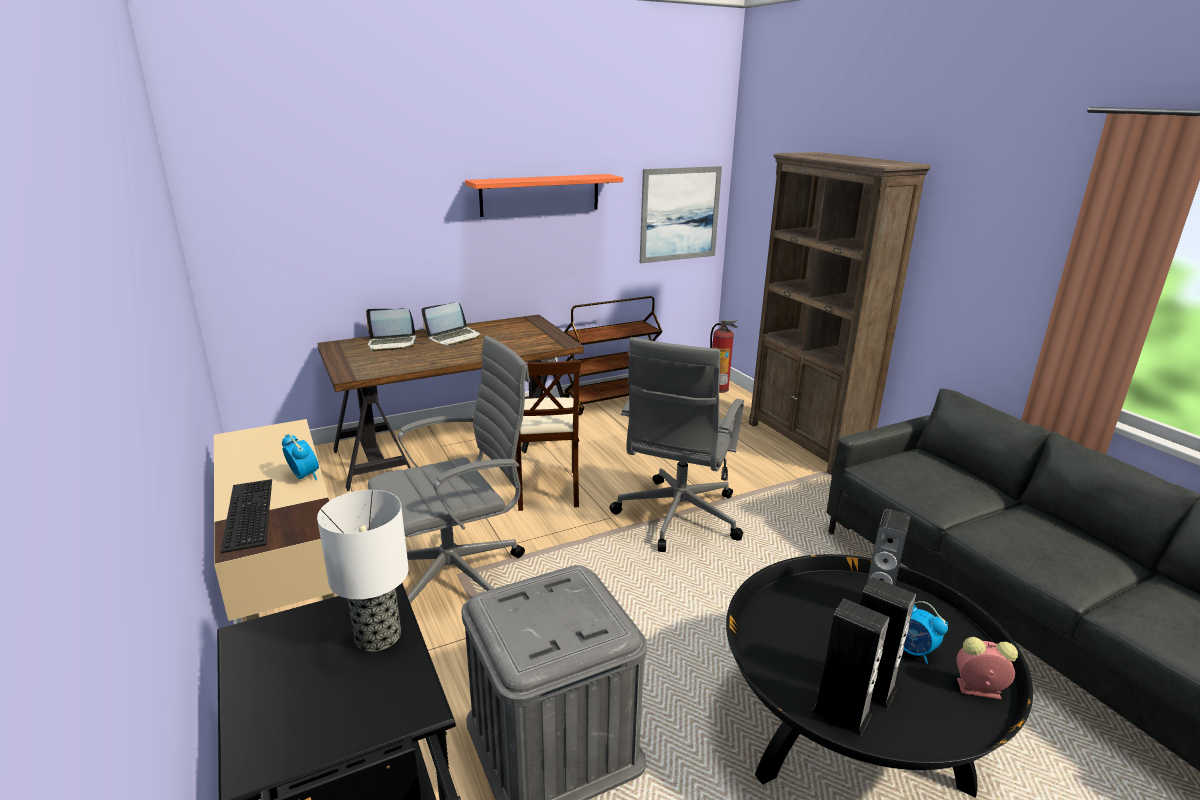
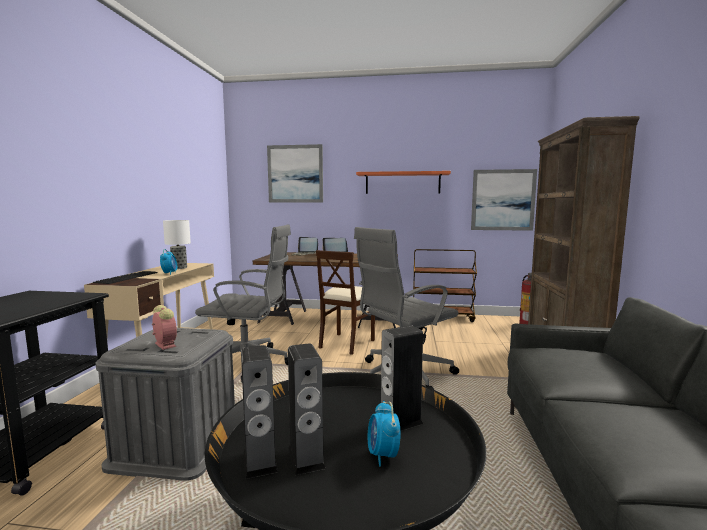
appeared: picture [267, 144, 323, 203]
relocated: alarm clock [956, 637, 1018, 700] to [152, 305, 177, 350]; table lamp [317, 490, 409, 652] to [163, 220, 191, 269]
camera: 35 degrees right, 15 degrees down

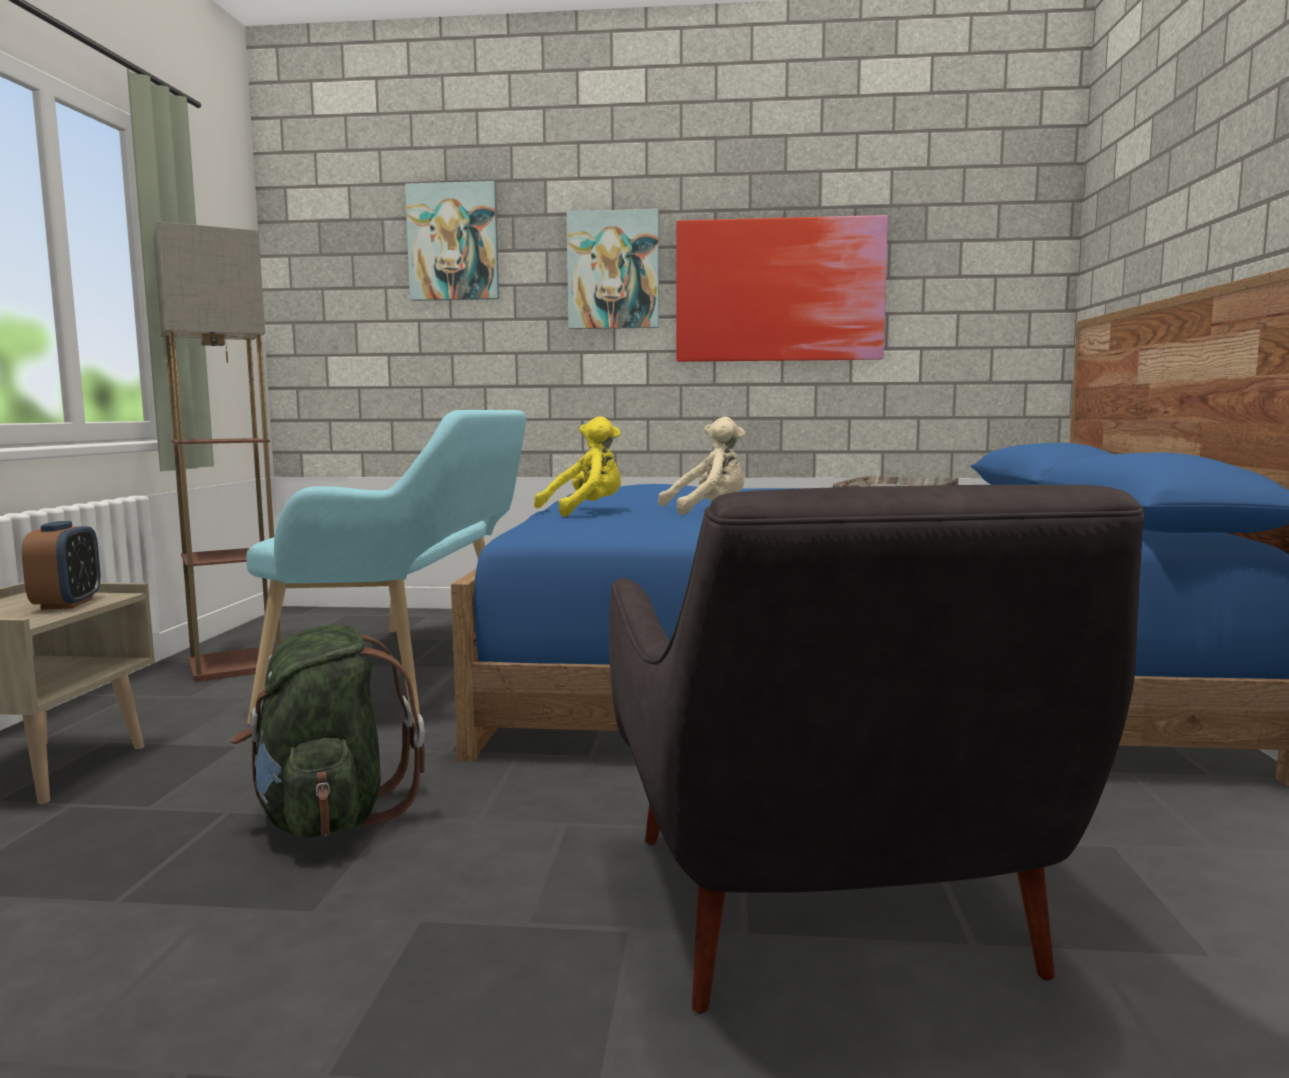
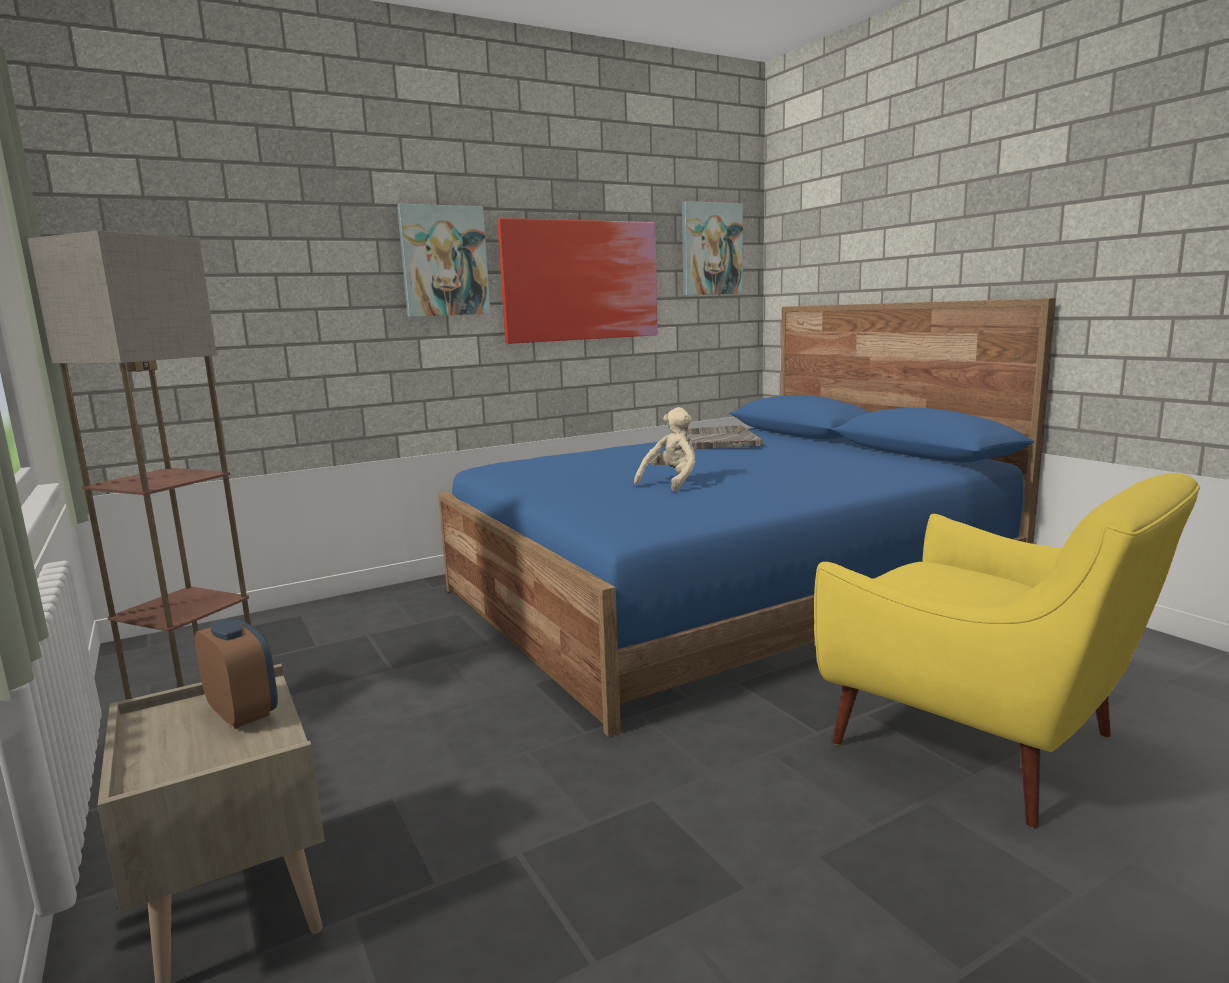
missing: green backpack [230, 625, 425, 838]; turquoise bench [246, 410, 526, 725]; yellow plush toy [534, 416, 621, 517]
relocated: picture [405, 181, 499, 301] to [682, 201, 743, 295]
colour: grey armchair [609, 485, 1144, 1014] to yellow armchair [814, 473, 1200, 828]
camera: 35 degrees left, 5 degrees up

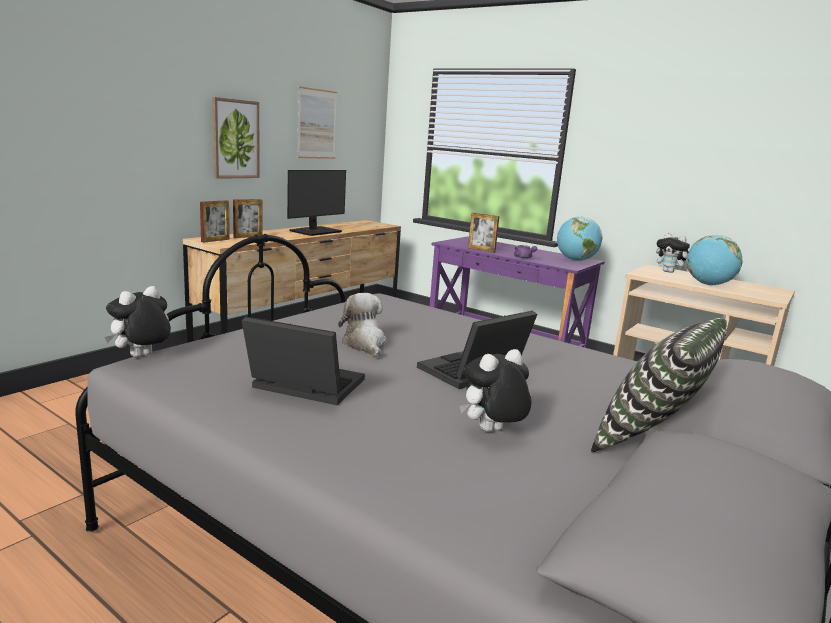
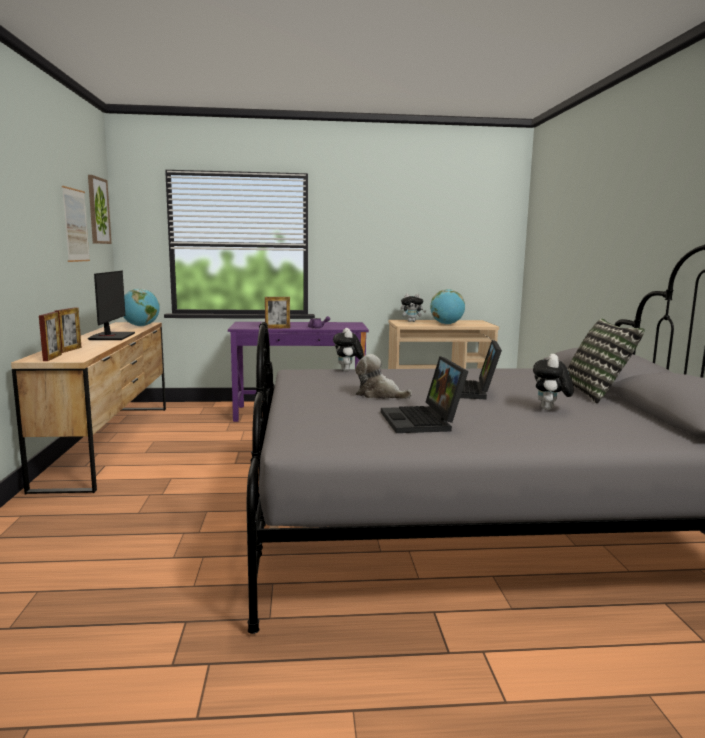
relocated: picture [212, 97, 259, 179] to [88, 175, 112, 244]; globe [557, 217, 603, 261] to [123, 289, 160, 327]; plush toy [105, 286, 171, 357] to [333, 328, 364, 371]
spun: laptop [242, 317, 365, 405] = [381, 356, 468, 433] 75 degrees counterclockwise
camera: 40 degrees left, 5 degrees down

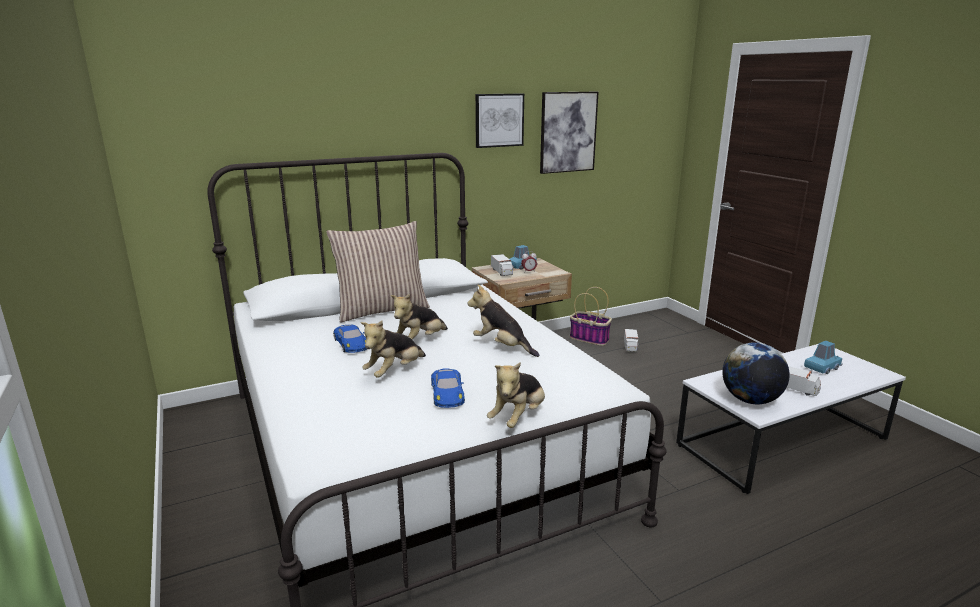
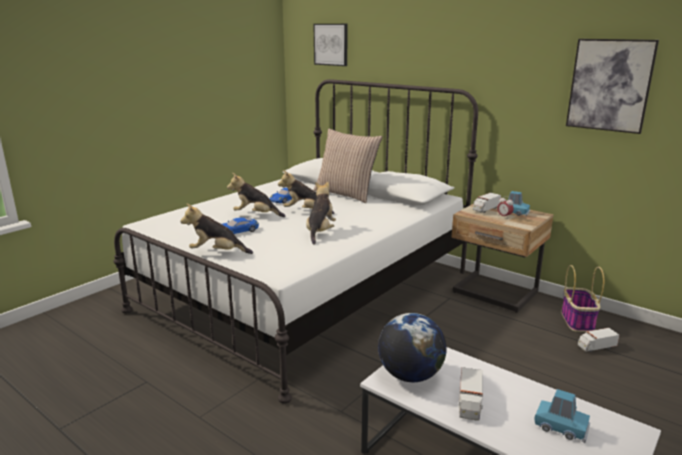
relocated: picture [475, 94, 524, 148] to [314, 24, 347, 66]
camera: 65 degrees right, 0 degrees up

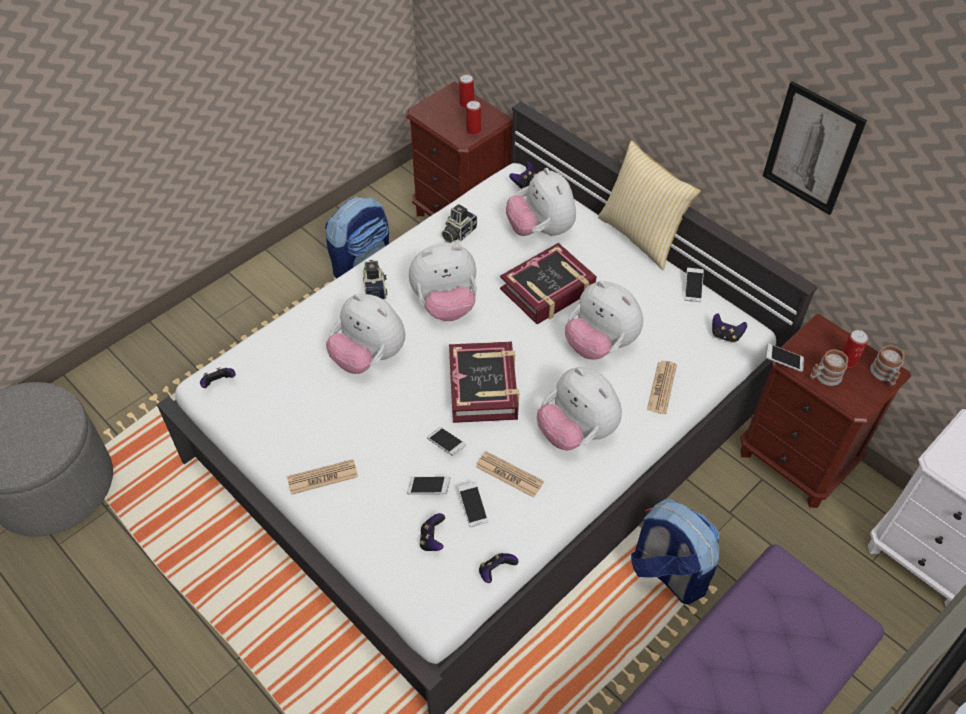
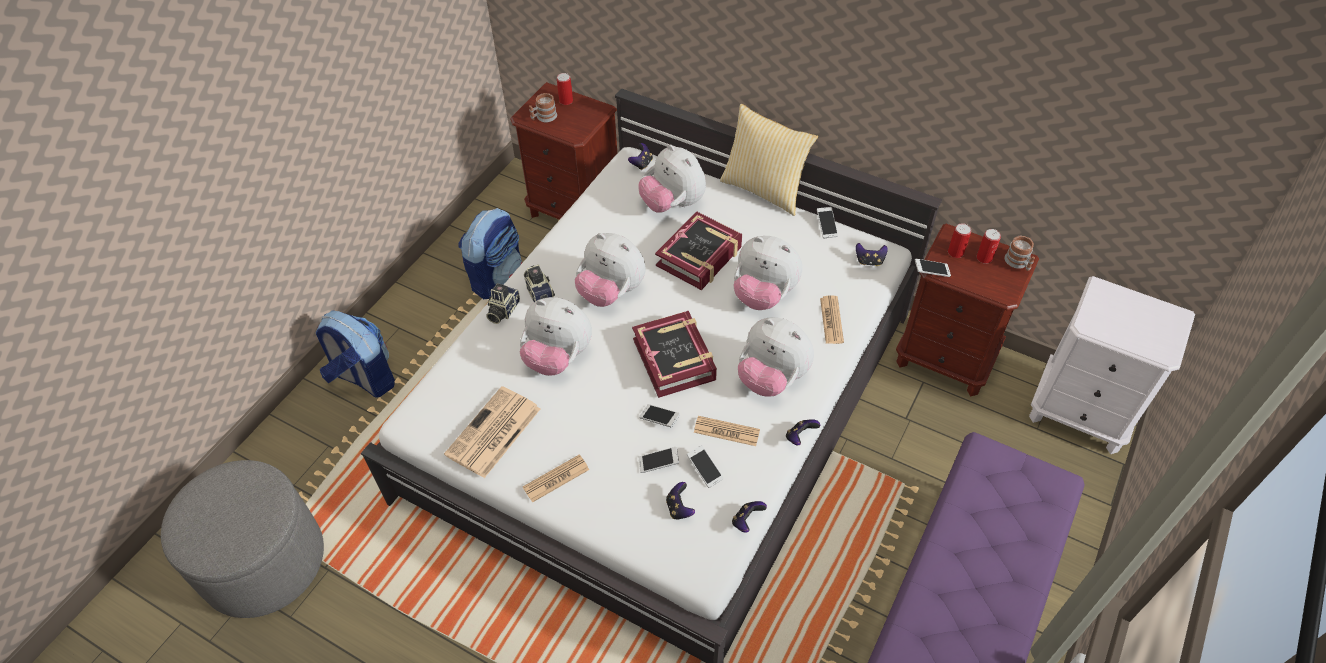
missing: picture [763, 81, 867, 215]
appeared: newspaper [444, 386, 540, 478]
relocated: backpack [631, 499, 719, 605] to [316, 310, 395, 398]; photo camera [441, 204, 477, 243] to [486, 283, 520, 324]; mug [810, 349, 848, 386] to [529, 93, 557, 122]; game controller [200, 367, 236, 388] to [786, 419, 820, 445]; can [466, 101, 481, 135] to [948, 223, 971, 258]
spun: plush toy [409, 243, 477, 321] = [575, 233, 646, 307] 60 degrees clockwise
camera: 15 degrees left, 0 degrees up

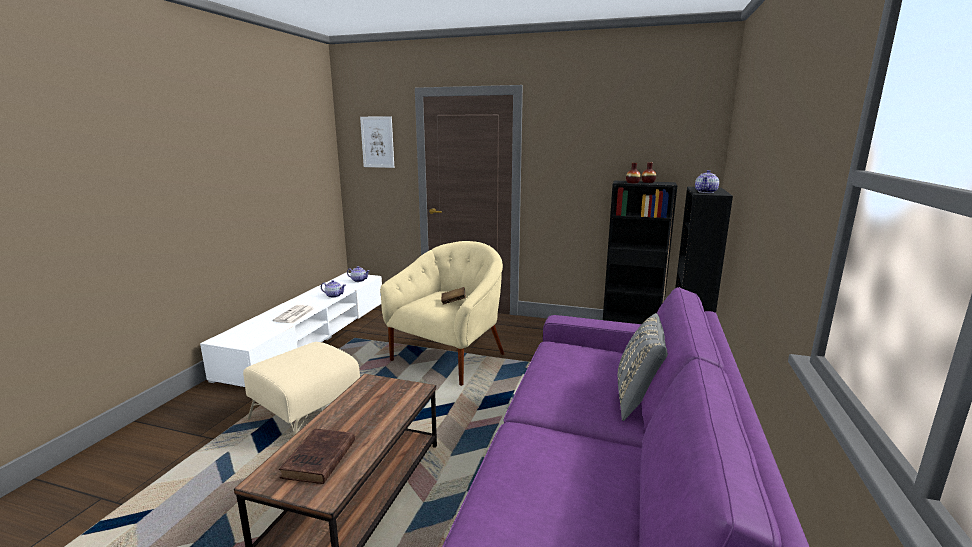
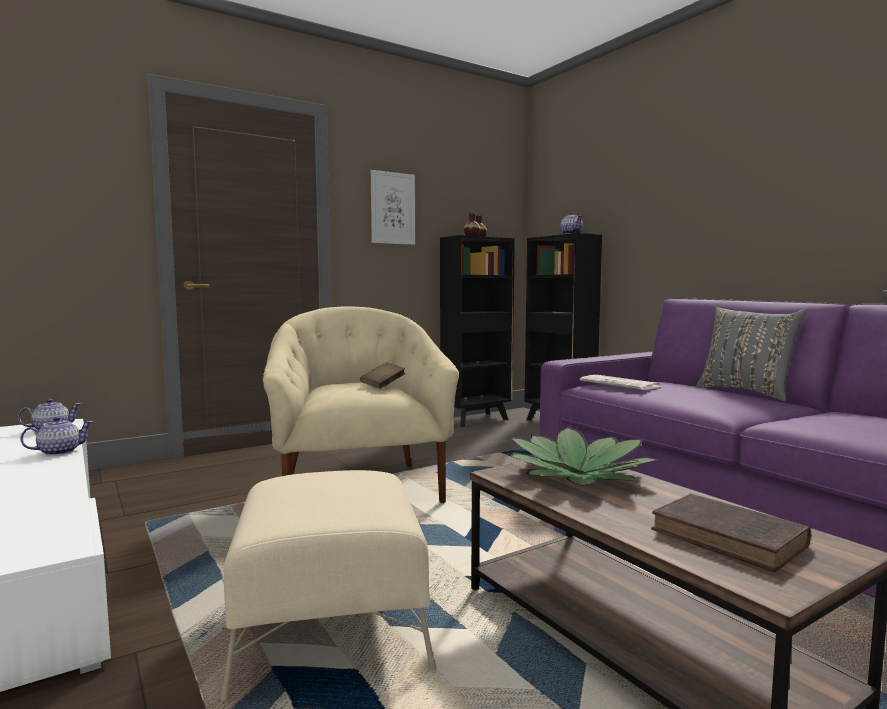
appeared: potted plant [508, 426, 659, 486]
relocated: picture [360, 116, 394, 168] to [371, 170, 415, 245]; newspaper [273, 305, 315, 323] to [580, 375, 661, 390]
camera: 50 degrees left, 10 degrees down

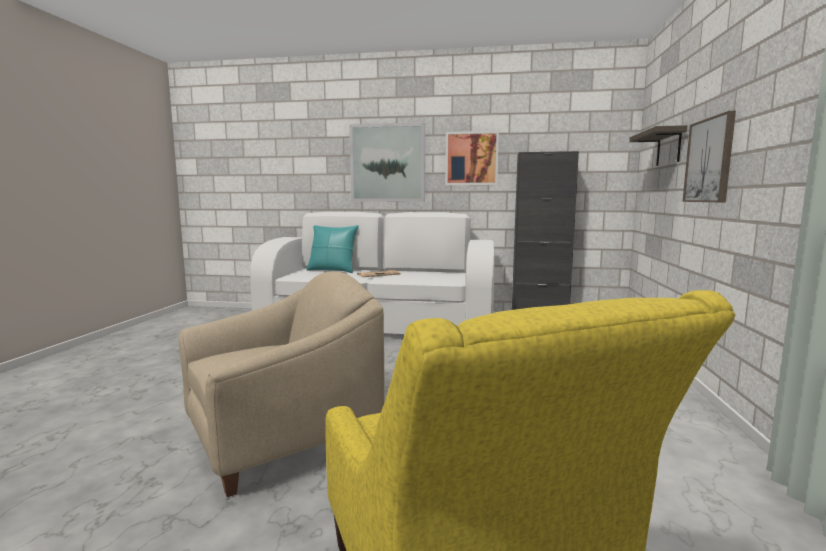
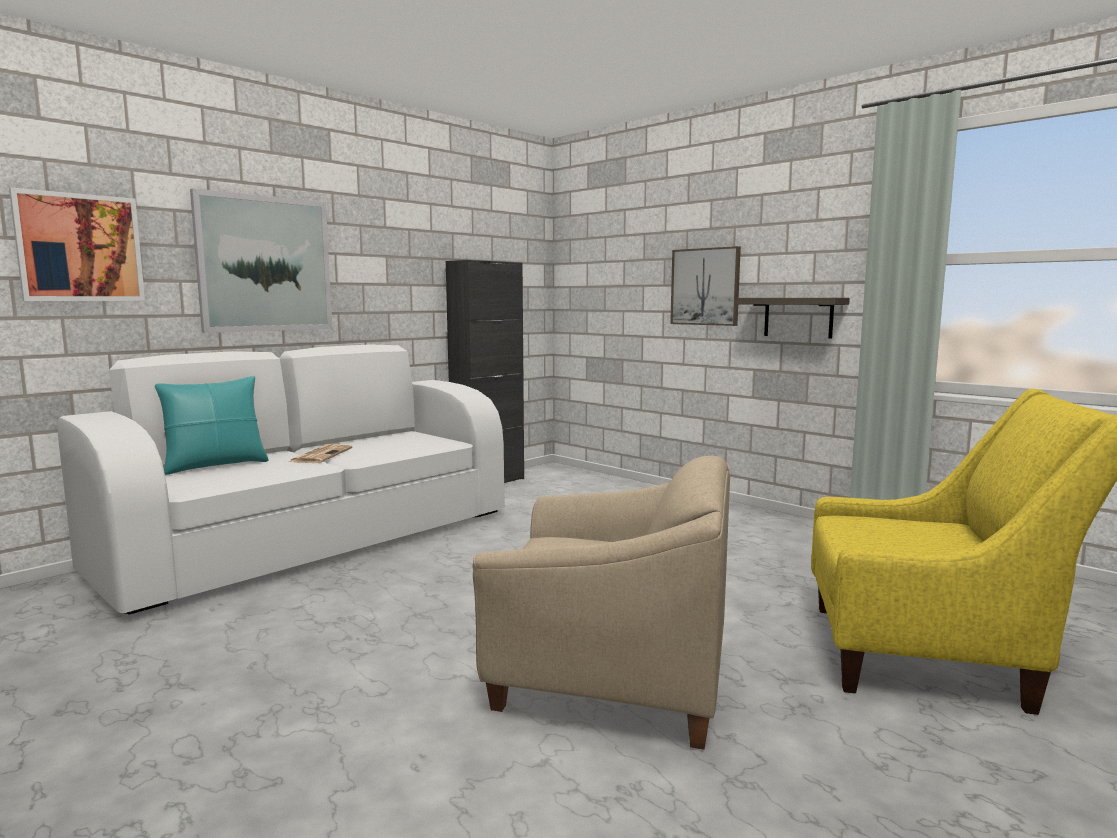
relocated: picture [445, 131, 499, 185] to [9, 188, 145, 301]; shelf [629, 125, 687, 166] to [737, 298, 850, 338]
spun: beige armchair [178, 271, 385, 497] = [473, 456, 730, 750] 105 degrees clockwise
camera: 55 degrees left, 0 degrees up

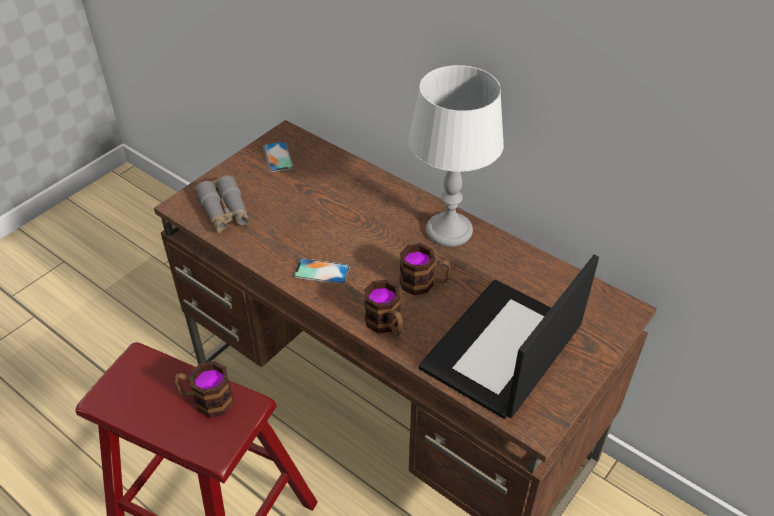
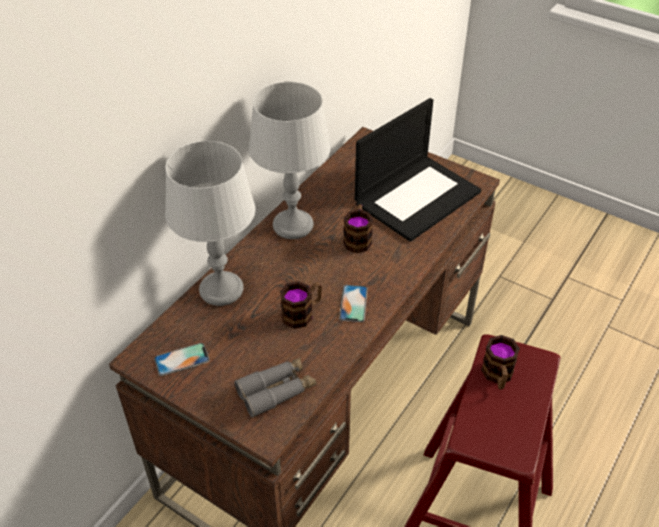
appeared: grey table lamp [165, 141, 256, 306]
relocated: mug [364, 280, 403, 336] to [280, 281, 322, 329]
spun: laptop [418, 255, 599, 419] = [355, 98, 481, 242] 75 degrees counterclockwise
camera: 95 degrees left, 0 degrees up

